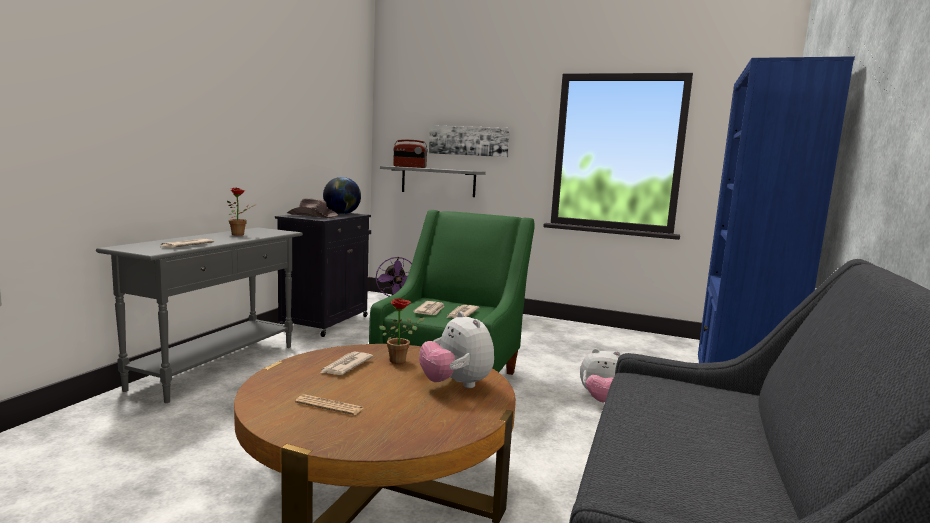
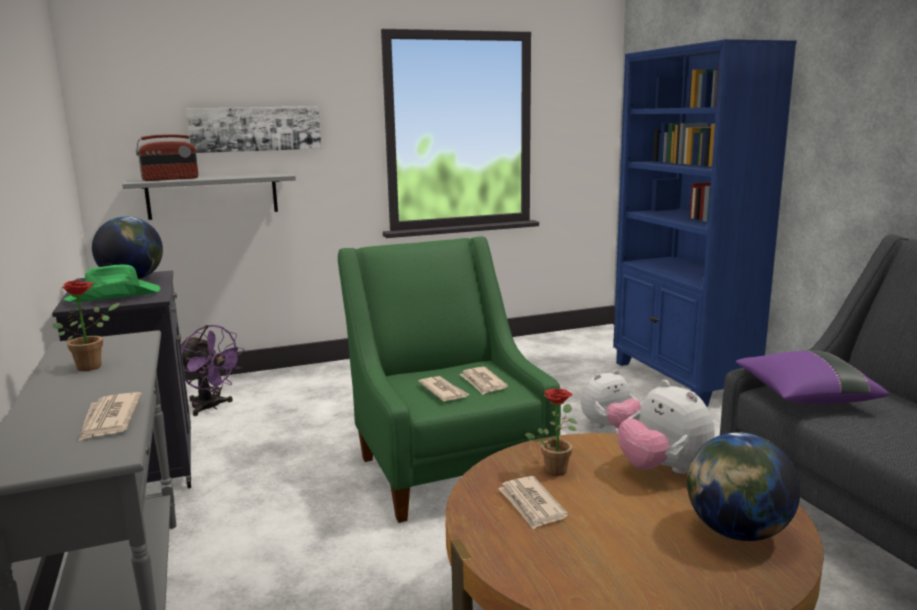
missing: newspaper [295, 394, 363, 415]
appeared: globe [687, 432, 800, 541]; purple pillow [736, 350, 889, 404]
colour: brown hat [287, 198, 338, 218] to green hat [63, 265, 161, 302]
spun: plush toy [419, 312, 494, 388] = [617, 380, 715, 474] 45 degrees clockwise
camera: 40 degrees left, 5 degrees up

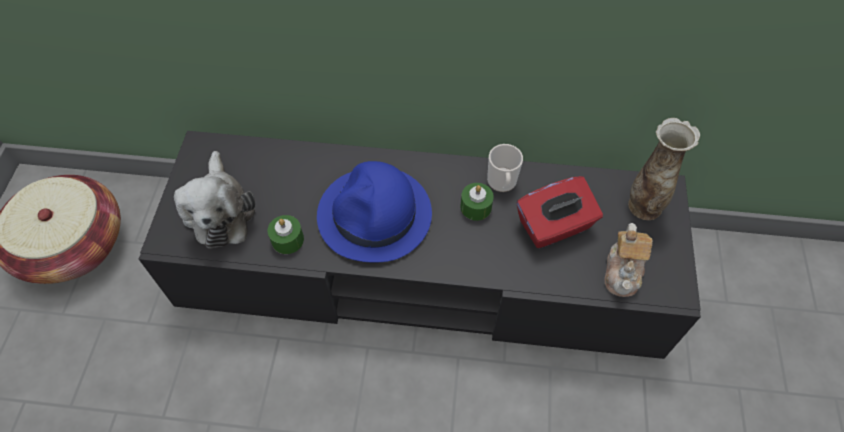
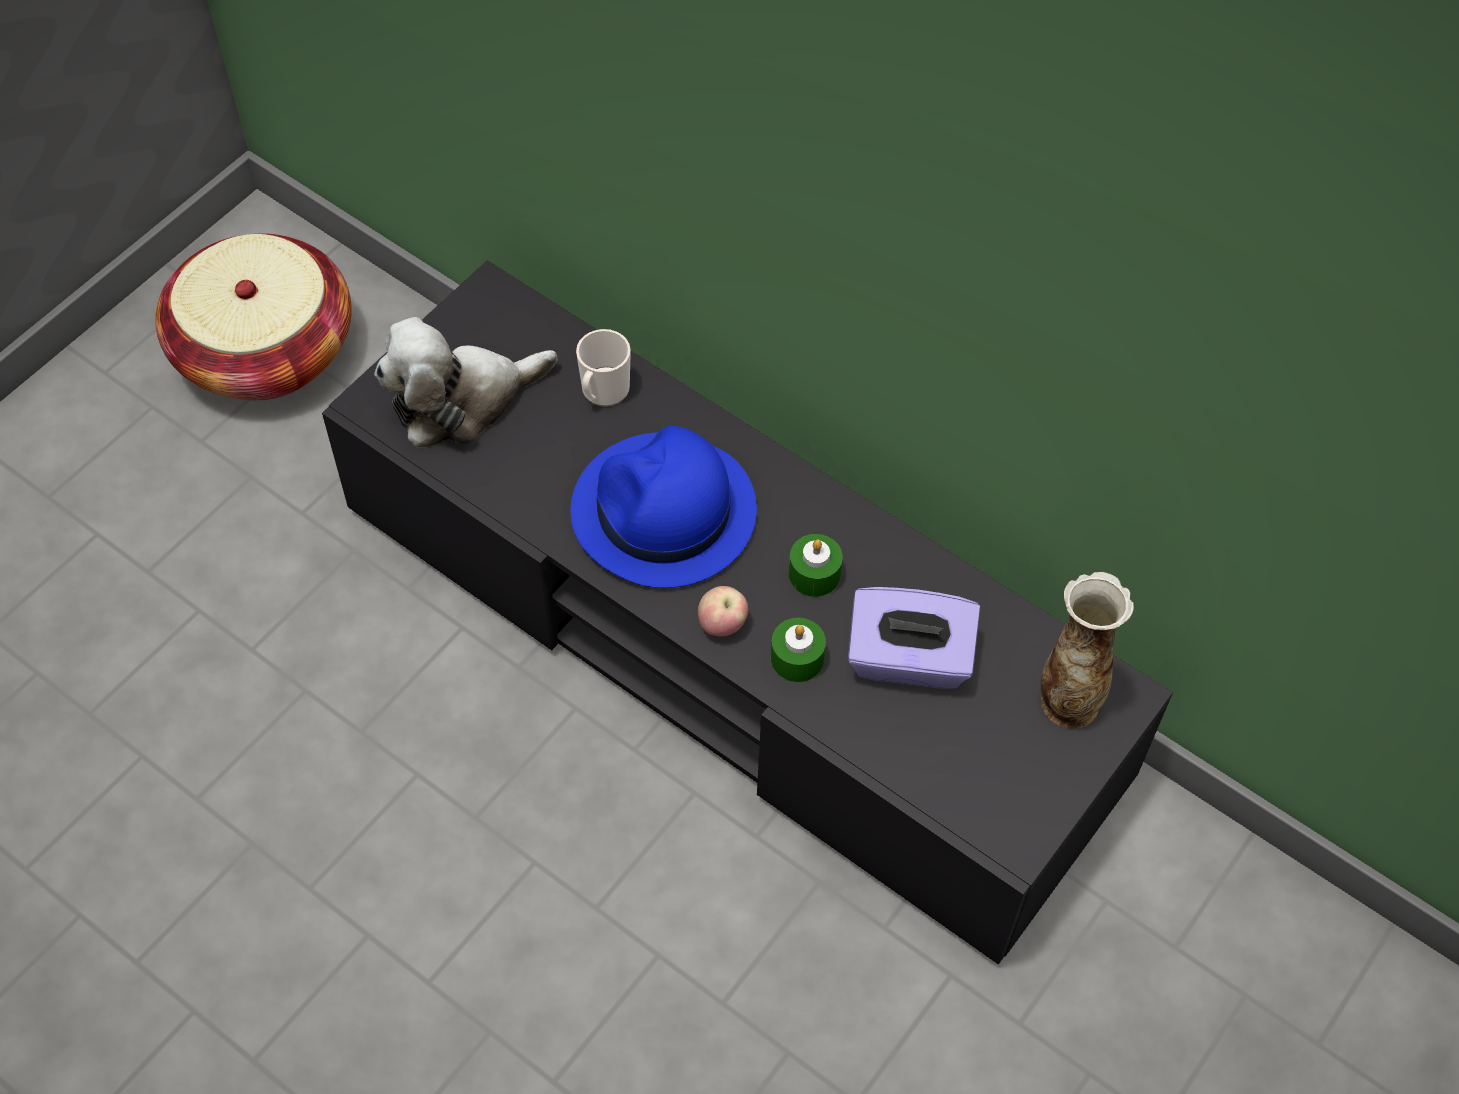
missing: teapot [605, 223, 653, 297]
appeared: apple [698, 586, 748, 637]
relocated: mug [487, 144, 523, 192] to [576, 329, 631, 407]; green candle [267, 215, 304, 254] to [771, 618, 826, 682]
colour: red tissue box [517, 176, 603, 248] to purple tissue box [848, 587, 980, 689]
spun: plush toy [174, 151, 255, 249] = [374, 317, 558, 447] 45 degrees clockwise
camera: 30 degrees right, 0 degrees up

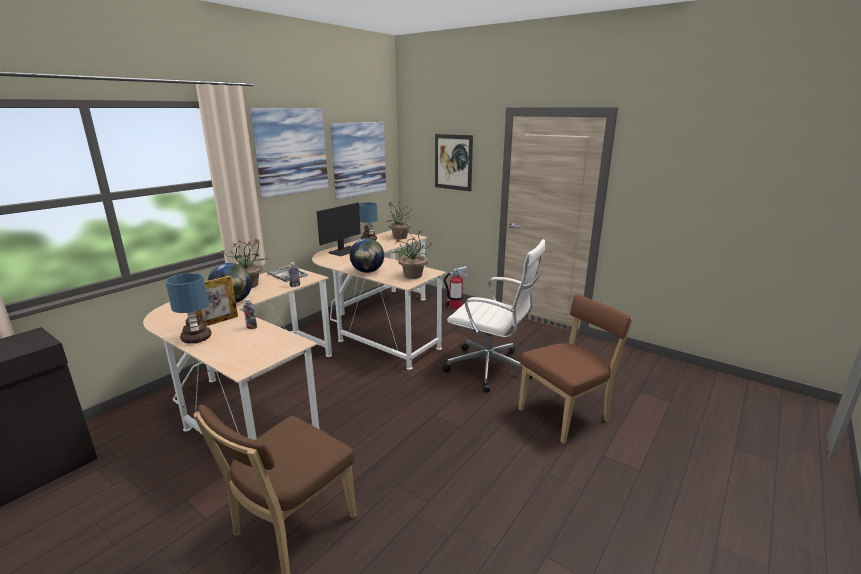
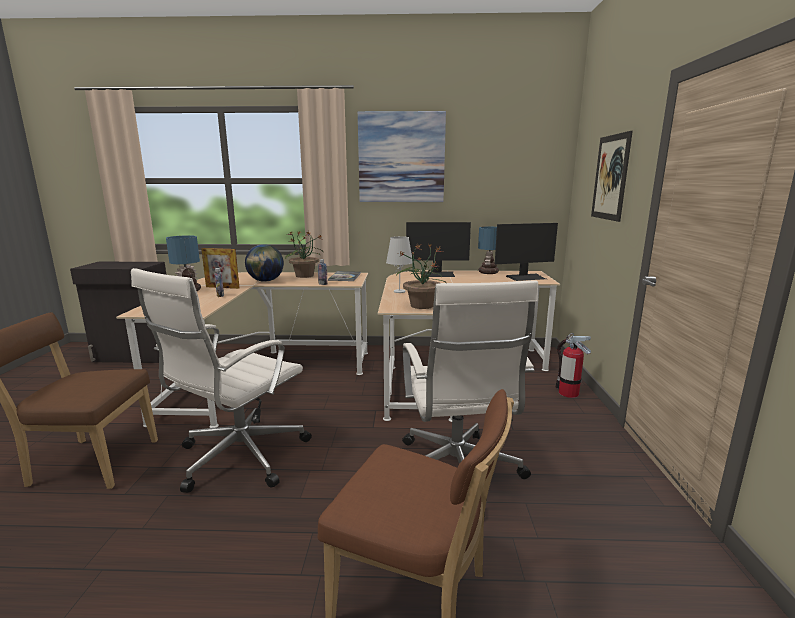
missing: picture [330, 122, 386, 200]
appeared: white office chair [131, 268, 312, 493]
exchanged: globe [350, 238, 384, 273] to white table lamp [386, 236, 413, 293]; potted plant [386, 202, 413, 239] to monitor [495, 223, 558, 281]
camera: 55 degrees right, 5 degrees down

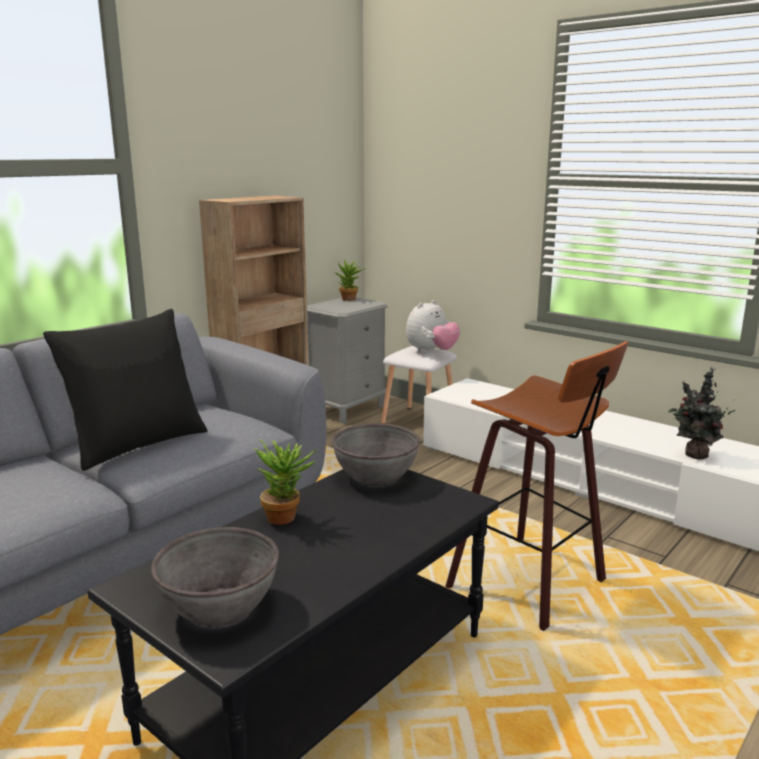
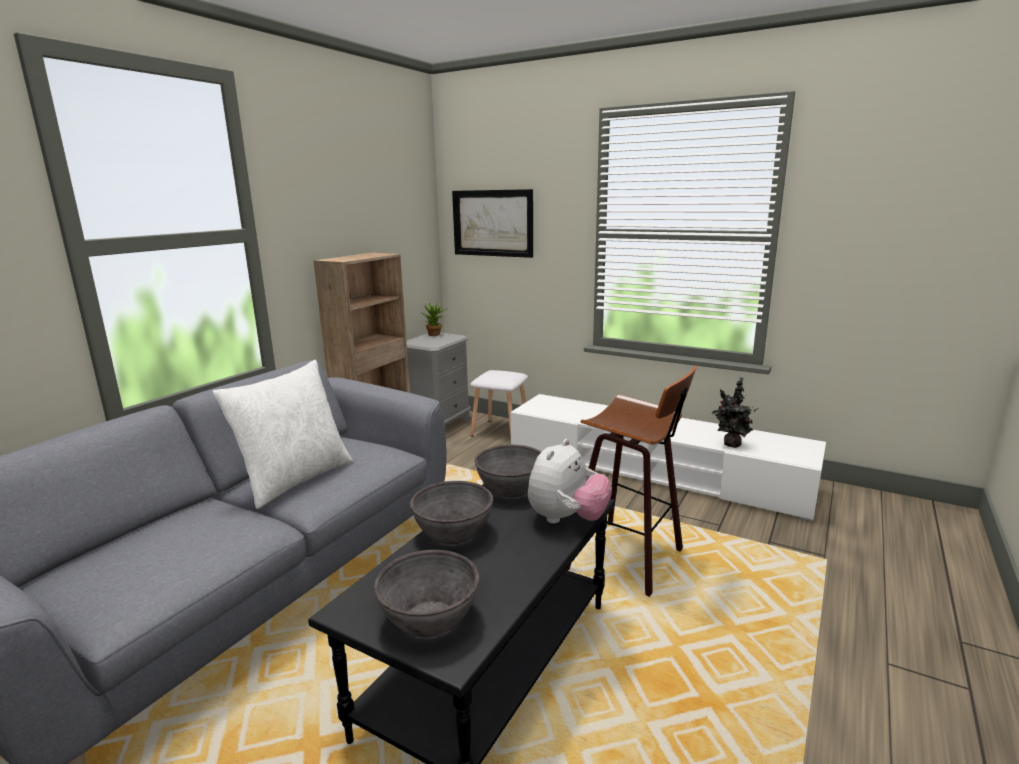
appeared: picture [452, 189, 533, 258]
relocated: plush toy [406, 300, 460, 353] to [528, 439, 612, 524]
exchanged: potted plant [254, 439, 317, 525] to grey bowl [410, 481, 493, 544]
colour: black pillow [43, 309, 208, 471] to white pillow [212, 360, 353, 509]
camera: 10 degrees left, 0 degrees up

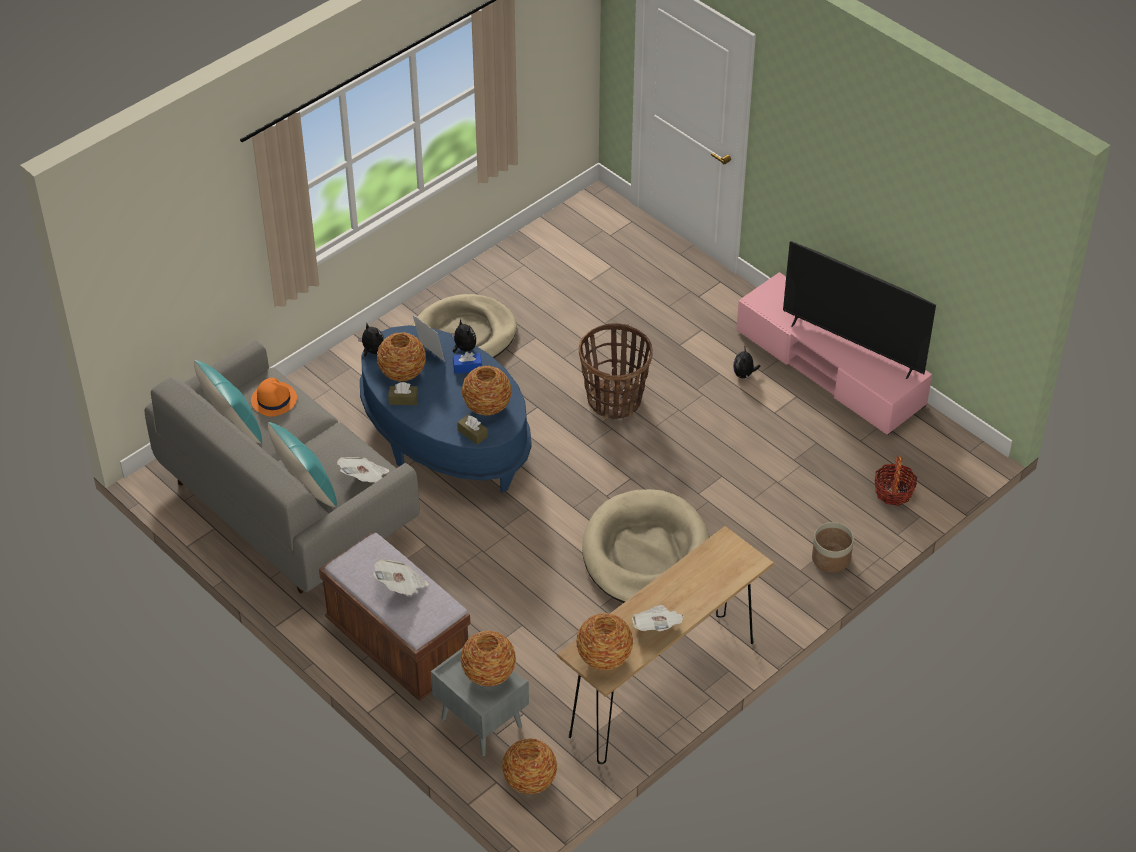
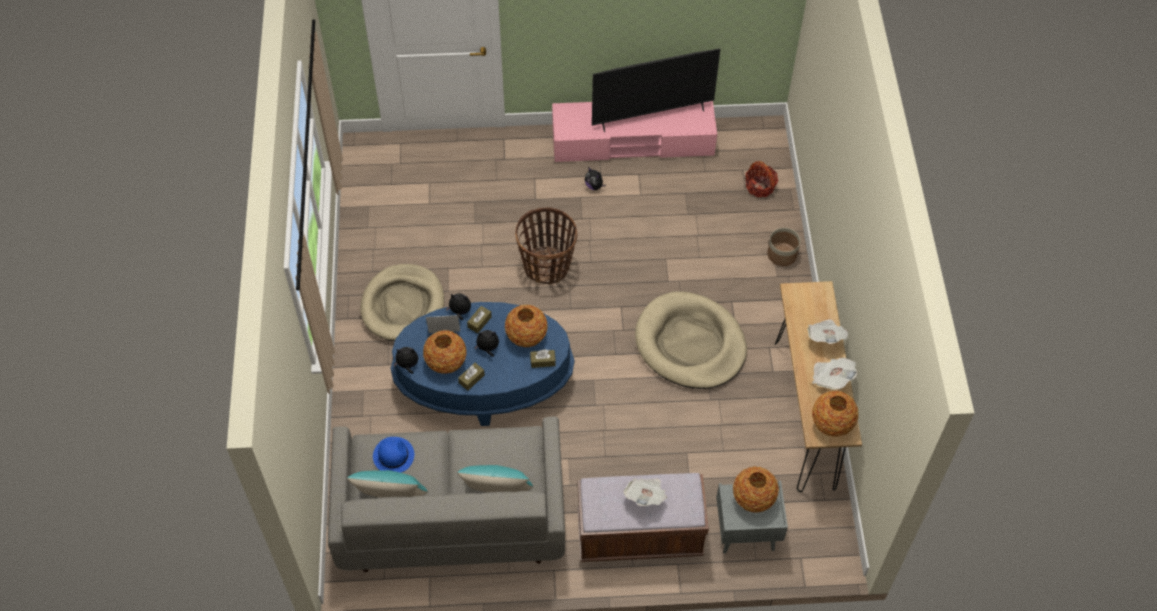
missing: vase [502, 738, 557, 794]
appeared: plush toy [475, 330, 499, 357]
relocated: newspaper [337, 457, 389, 483] to [807, 319, 848, 344]
colour: orange hat [251, 378, 297, 417] to blue hat [373, 437, 414, 473]; blue tissue box [453, 352, 482, 374] to brown tissue box [467, 306, 492, 333]
camera: 50 degrees left, 10 degrees up

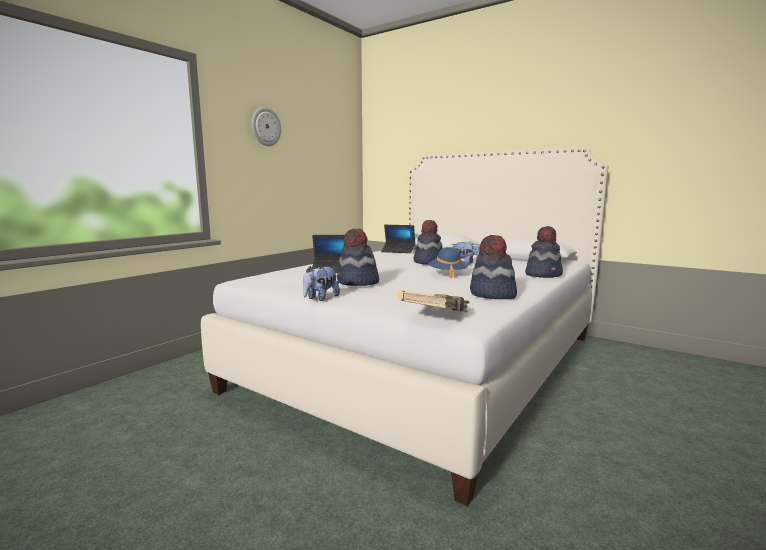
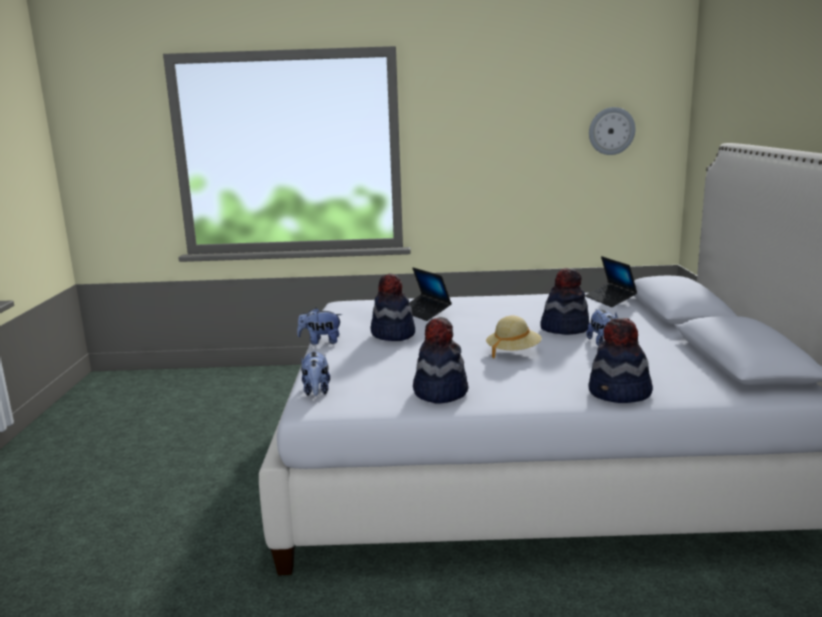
relocated: wall clock [252, 107, 281, 146] to [589, 107, 636, 155]
exchanged: beige book [397, 290, 470, 312] to plush toy [301, 351, 330, 396]
colour: blue hat [429, 247, 468, 278] to beige hat [486, 316, 542, 358]
camera: 55 degrees right, 5 degrees up

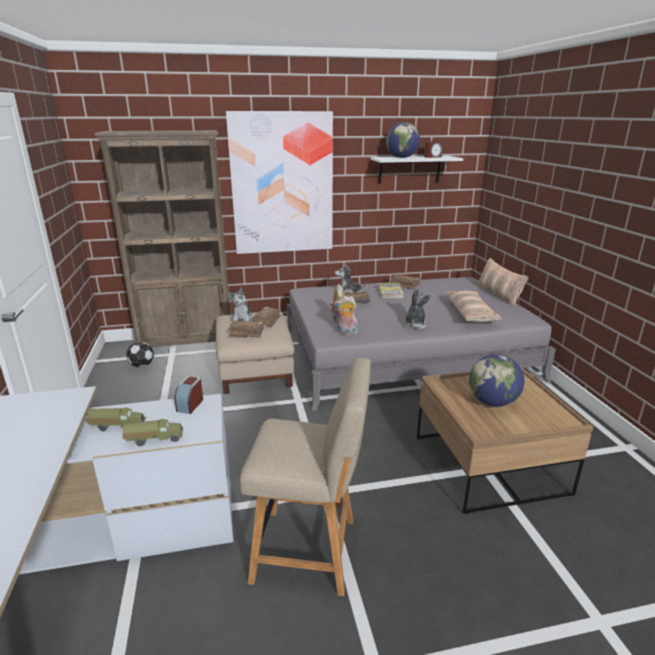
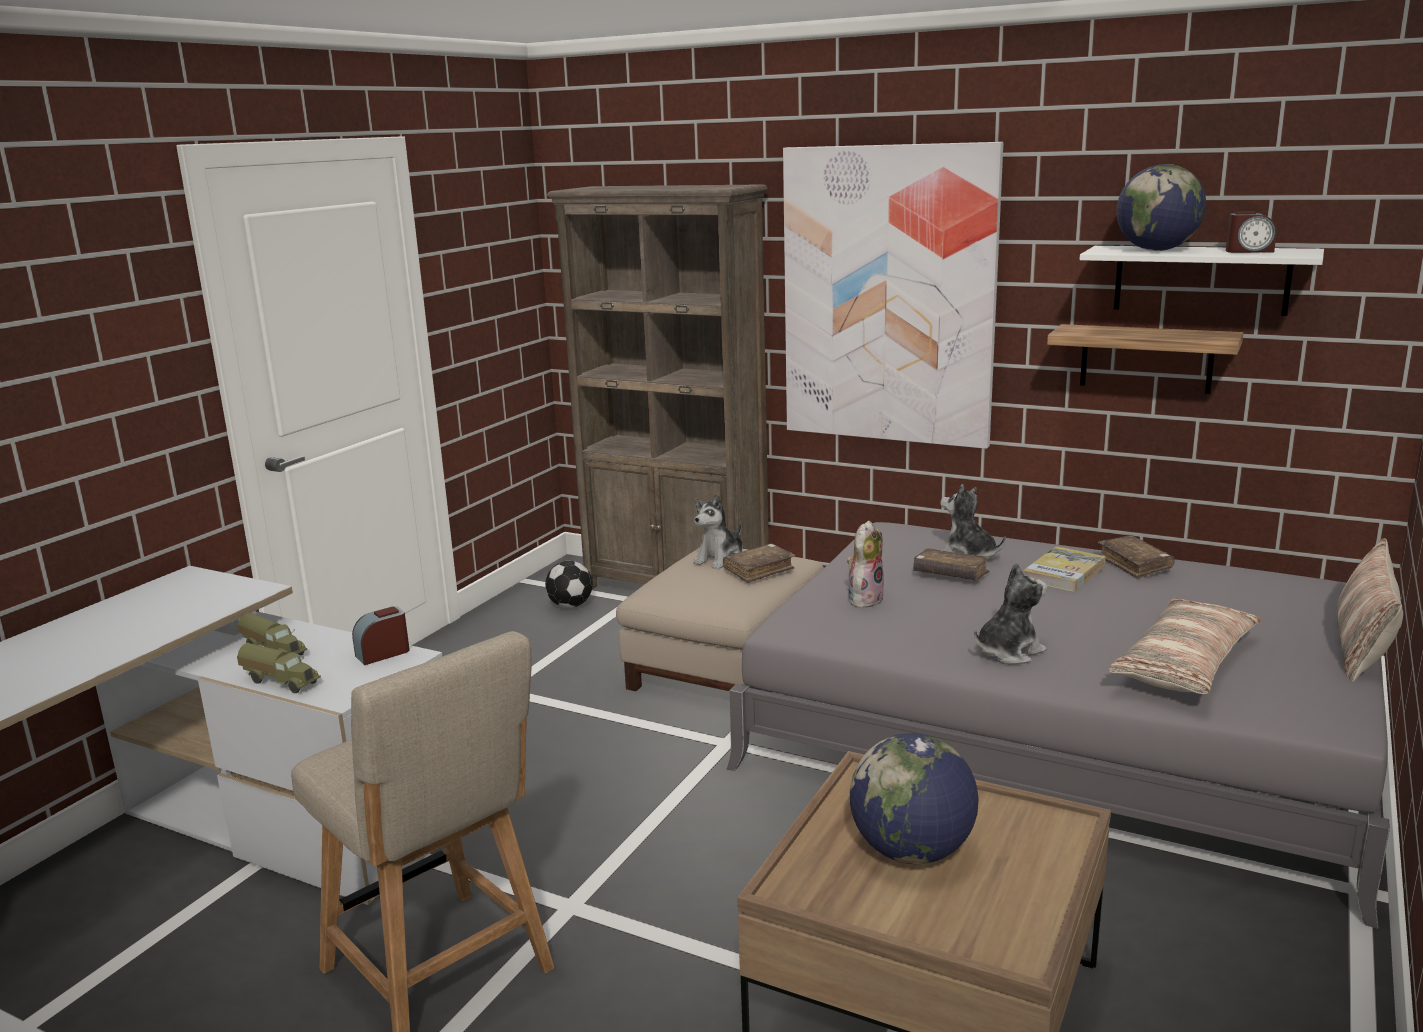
missing: brown book [229, 321, 264, 337]; plush toy [334, 296, 357, 335]
appeared: shelf [1047, 324, 1243, 394]
camera: 40 degrees right, 5 degrees down

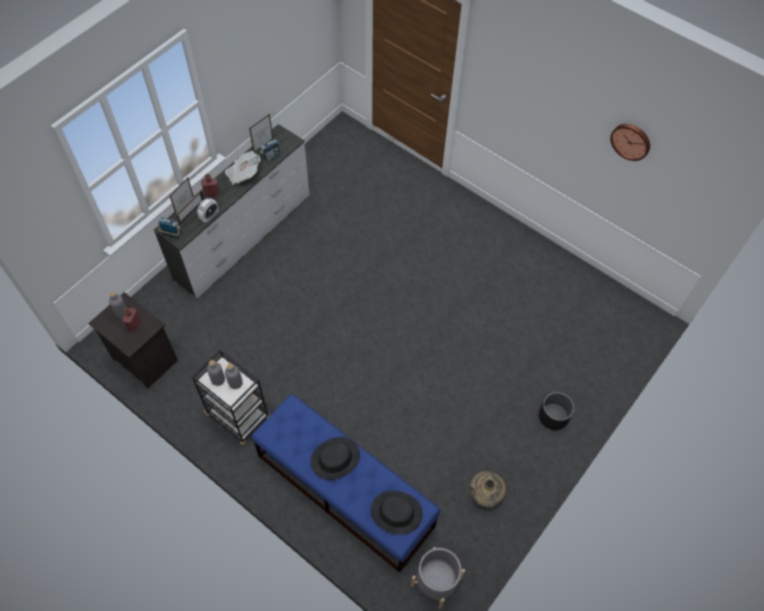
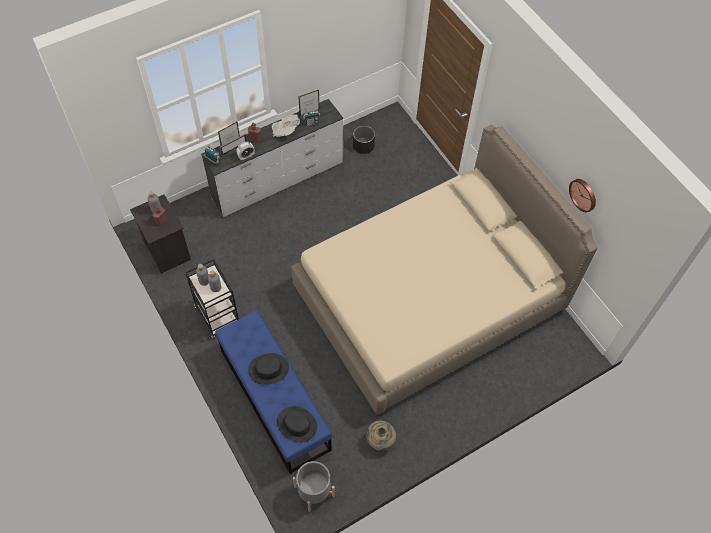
appeared: beige bed [291, 125, 598, 416]
relocated: black planter [539, 392, 574, 430] to [353, 126, 375, 154]
camera: 20 degrees right, 0 degrees up

